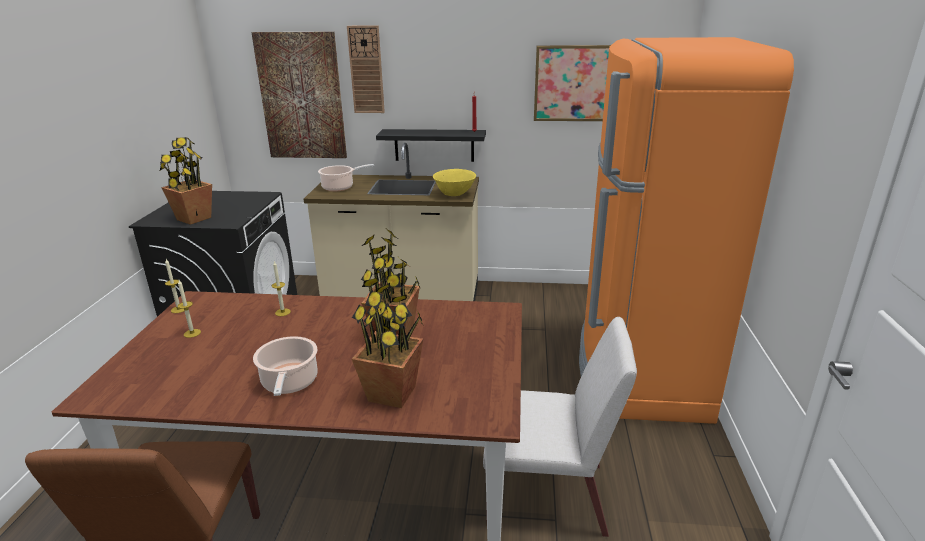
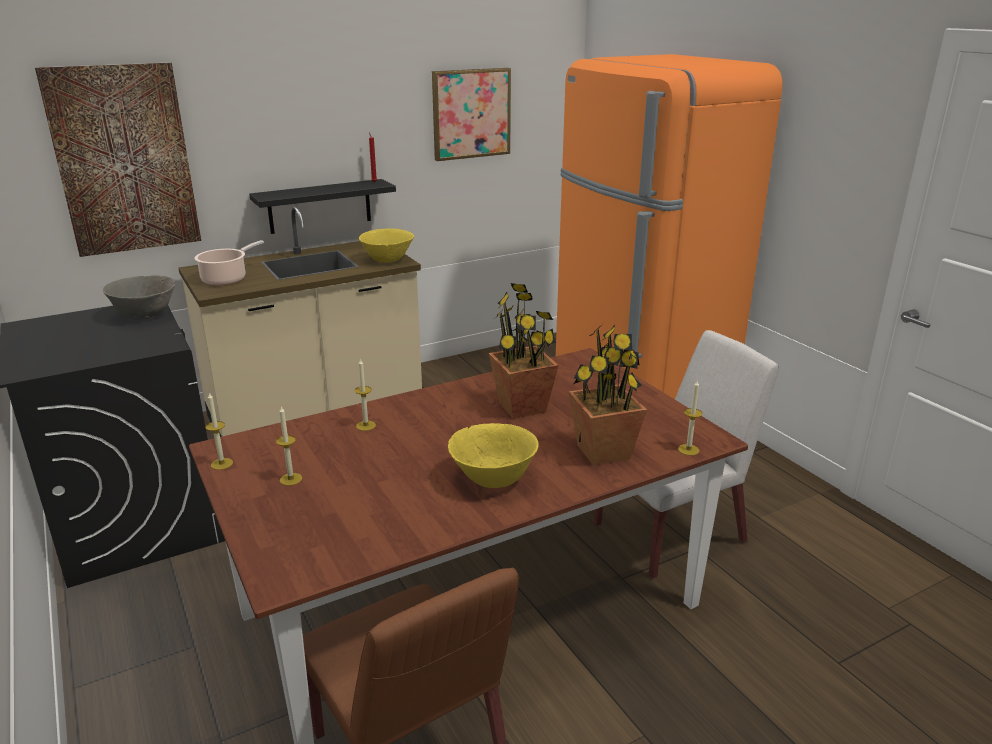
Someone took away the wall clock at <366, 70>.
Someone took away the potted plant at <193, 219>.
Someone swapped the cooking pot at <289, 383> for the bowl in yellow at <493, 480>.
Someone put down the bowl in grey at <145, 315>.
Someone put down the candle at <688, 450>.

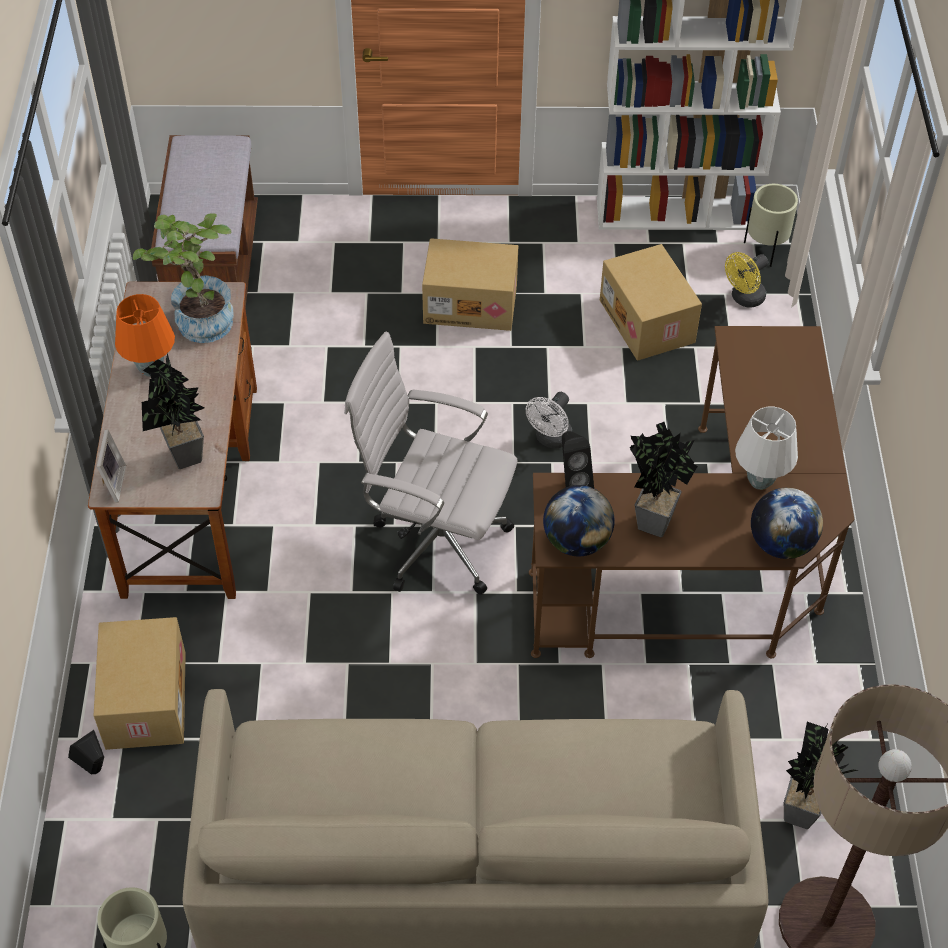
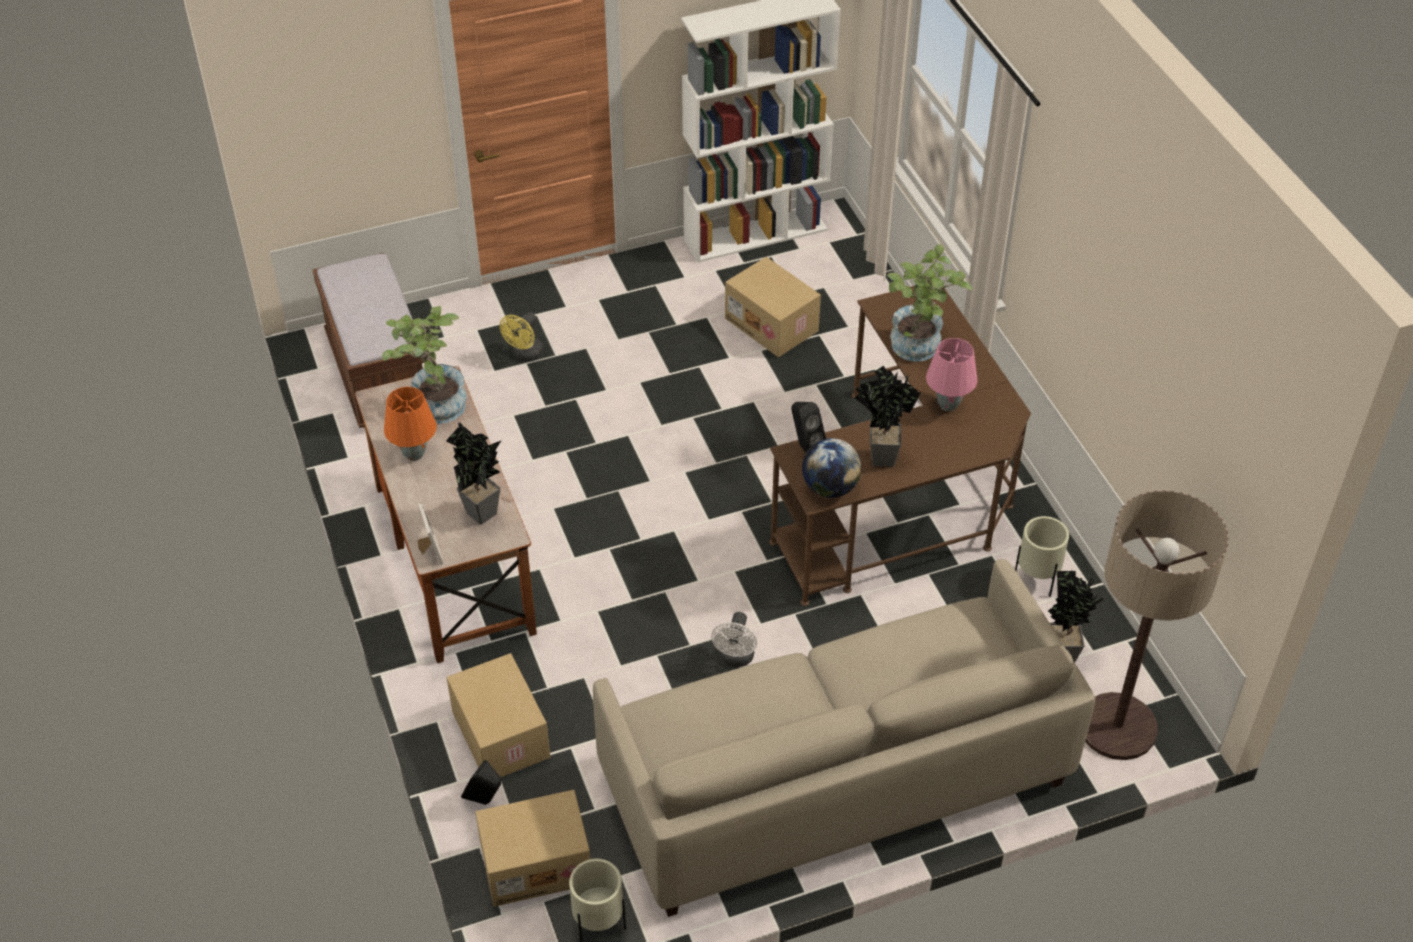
Someone carried the planter in beige from <765, 250> to <1037, 580>.
Someone carried the cardboard box from <471, 303> to <536, 863>.
Someone carried the fan in yellow from <744, 299> to <525, 355>.
Someone took away the office chair in white at <434, 541>.
Someone carried the fan in white from <550, 439> to <736, 659>.
Someone repainted the table lamp in white at <760, 481>, which became the table lamp in pink at <948, 405>.
Someone took away the globe at <781, 544>.
Someone put down the potted plant at <919, 350>.

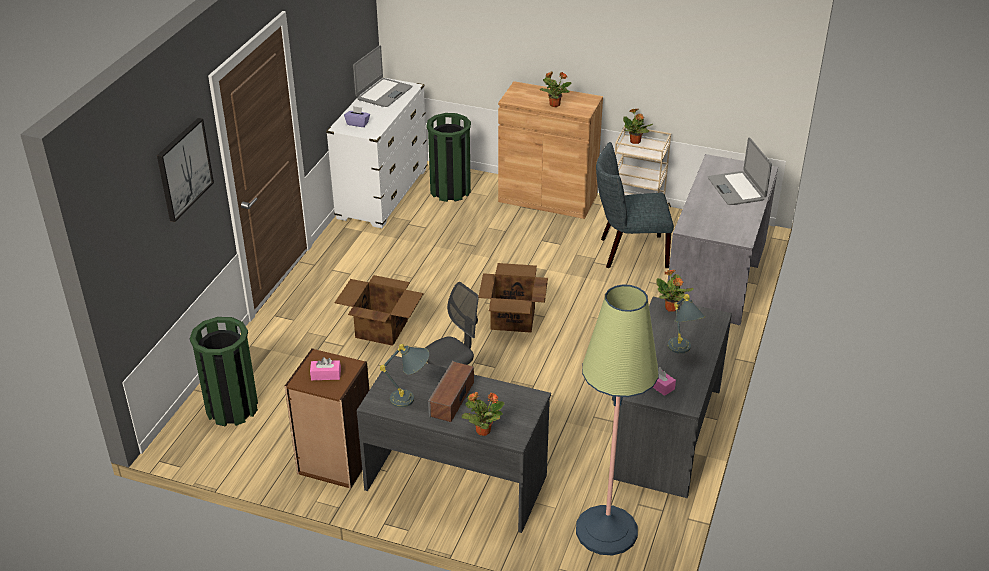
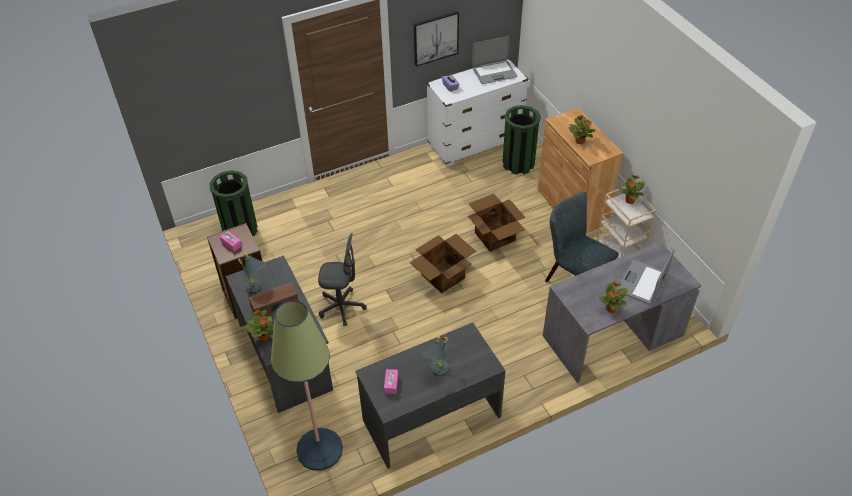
Someone carried the picture from <184, 169> to <435, 38>.
Someone carried the potted plant from <671, 308> to <610, 309>.
Someone carried the cardboard box from <381, 328> to <495, 236>.

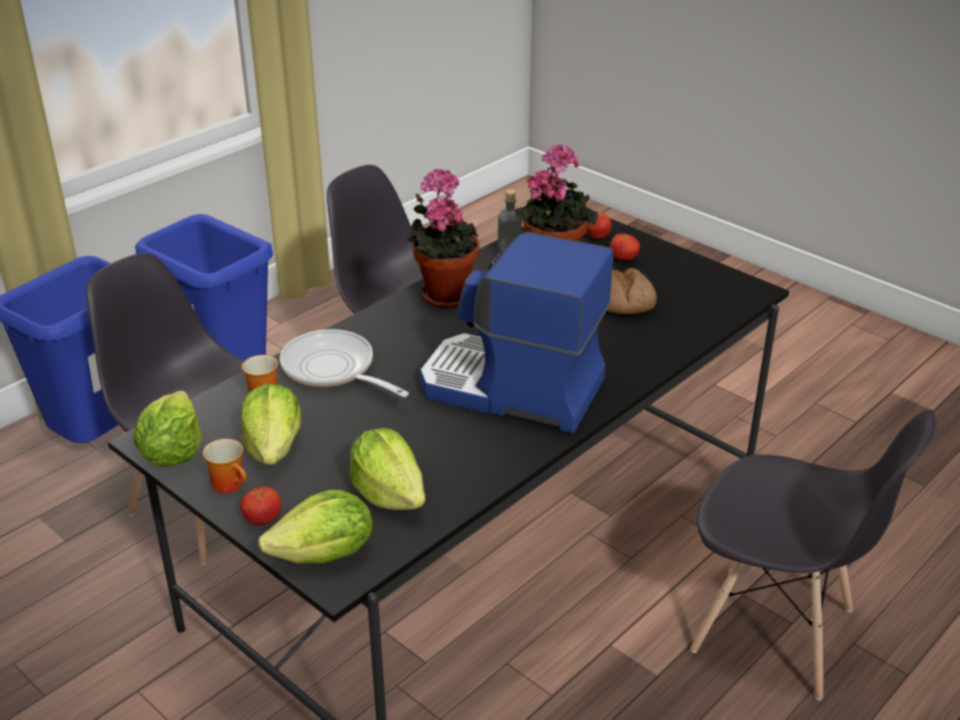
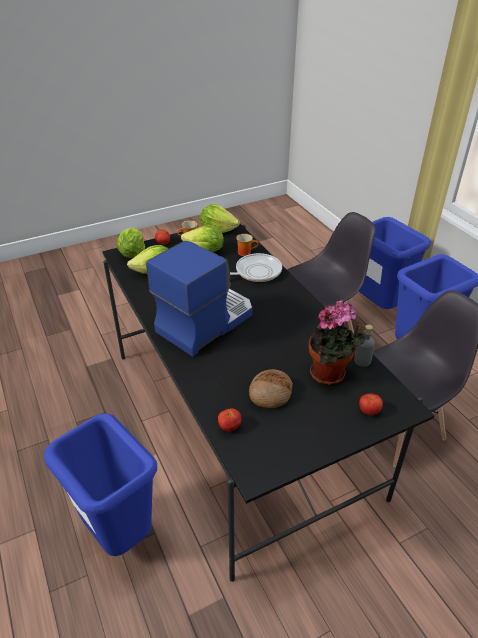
Someone took away the potted plant at <444, 294>.
Someone carried the tomato from <623, 259> to <229, 427>.
Someone swapped the chair in grey at <775, 632> for the trash can in blue at <119, 535>.

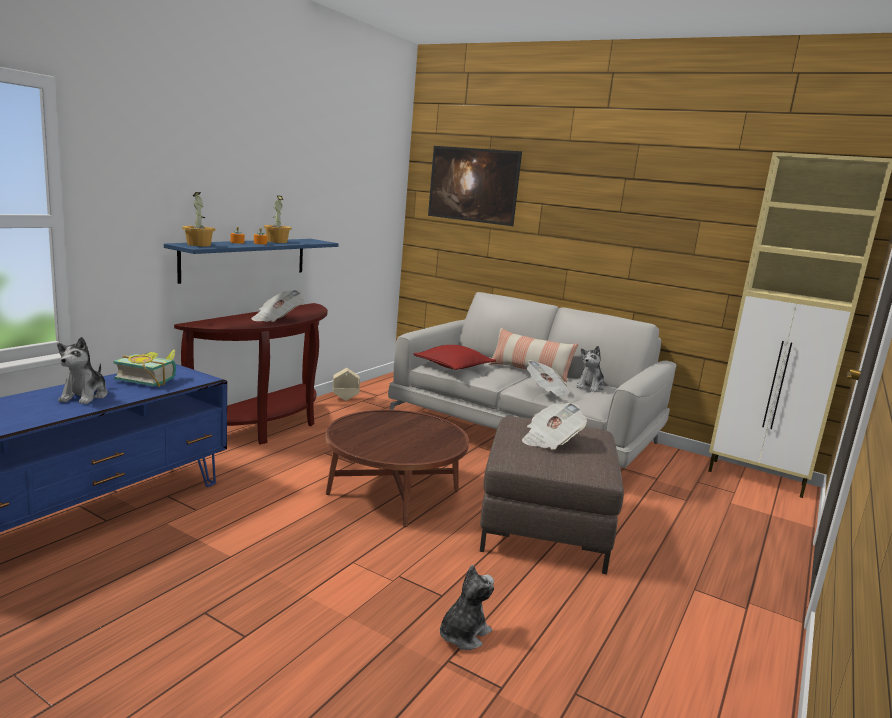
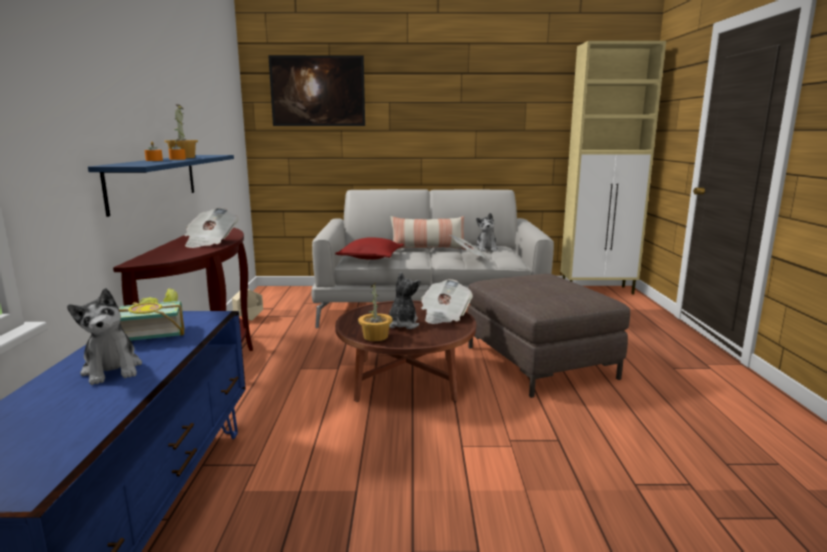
Someone carried the potted plant from <199, 245> to <376, 336>.
Someone carried the newspaper from <550, 441> to <444, 316>.
Someone carried the plush toy from <463, 634> to <402, 324>.

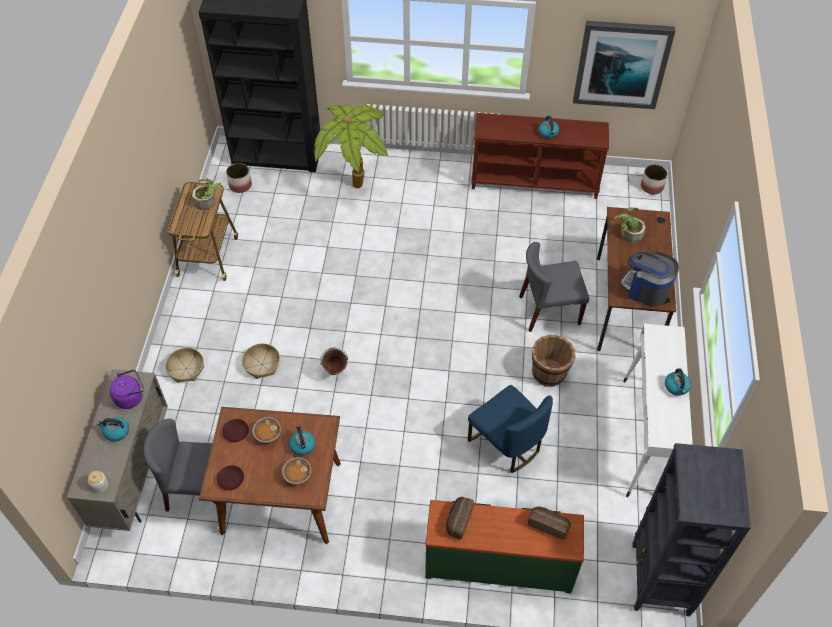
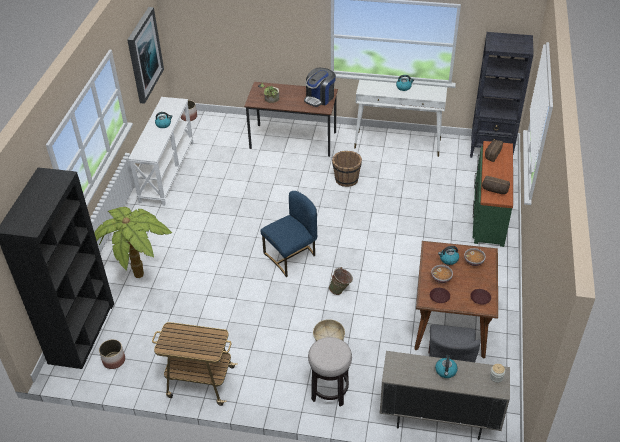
Someone repainted the console table in brown at <535, 181>, which became the console table in white at <166, 171>.
Someone took away the potted plant at <208, 201>.
Someone took away the chair in grey at <549, 310>.
Someone swapped the basket at <186, 369> for the stool at <330, 391>.
Someone took away the kettle in purple at <131, 397>.
Someone carried the chair in blue from <506, 444> to <291, 256>.

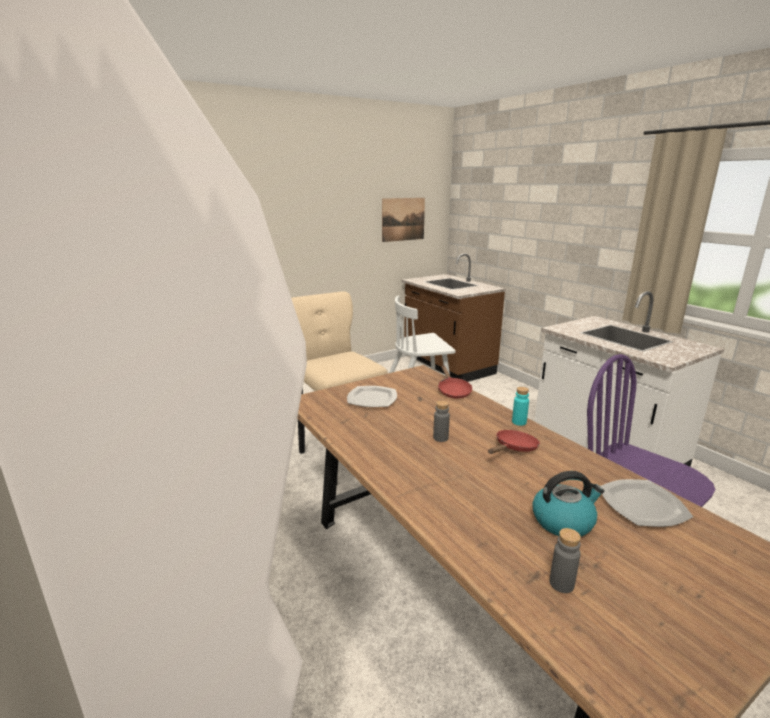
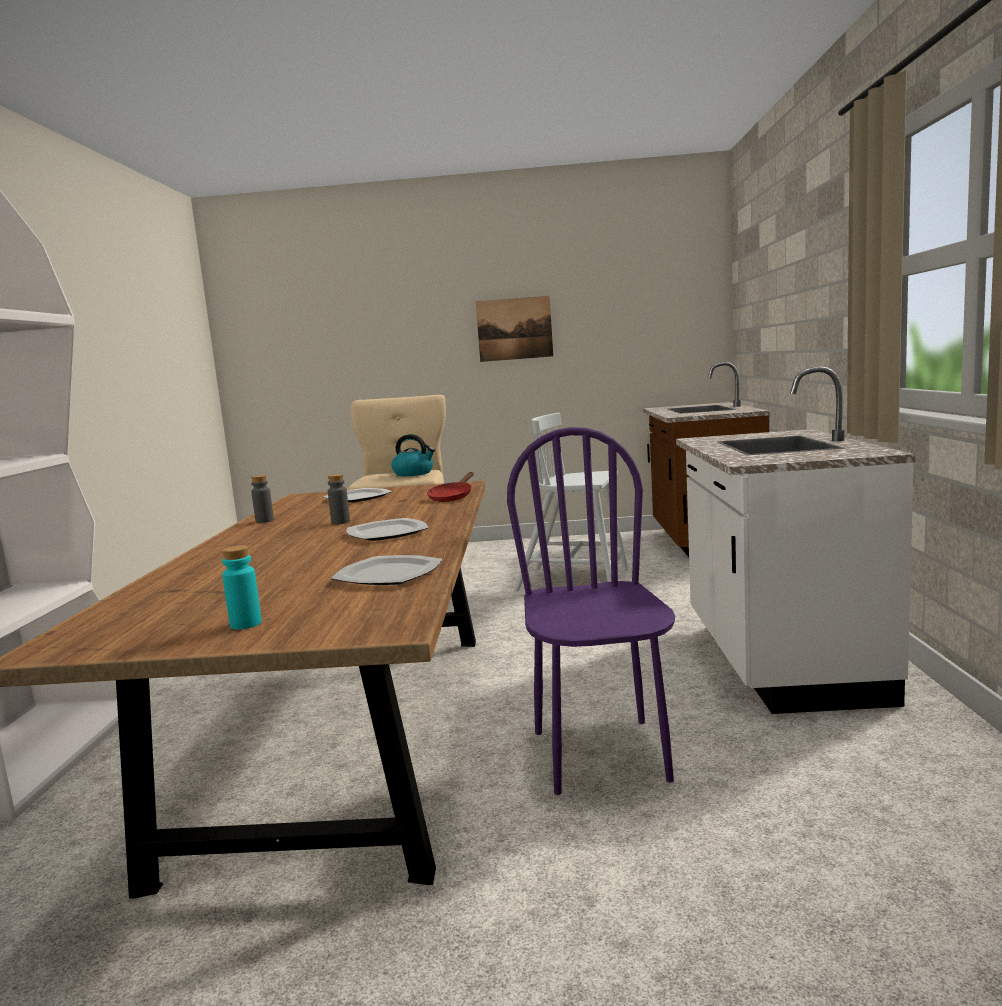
Someone carried the picture from <403, 219> to <514, 329>.
Someone carried the bottle in turquoise from <519, 422> to <246, 624>.
Someone swapped the frying pan in red at <514, 448> for the plate at <386, 533>.
Someone carried the kettle from <563, 521> to <414, 473>.
Someone carried the bottle in grey from <561, 583> to <264, 521>.

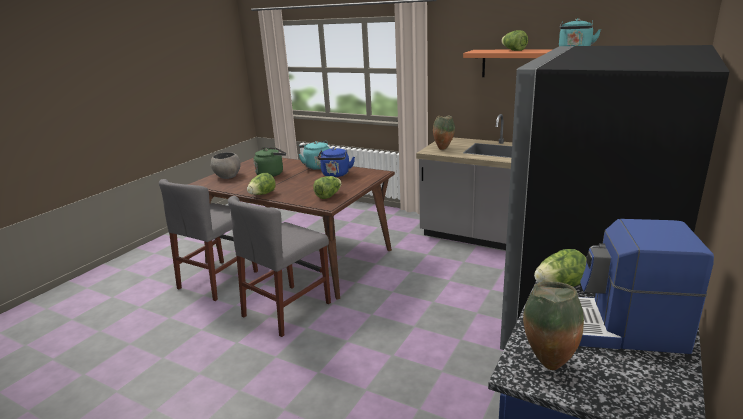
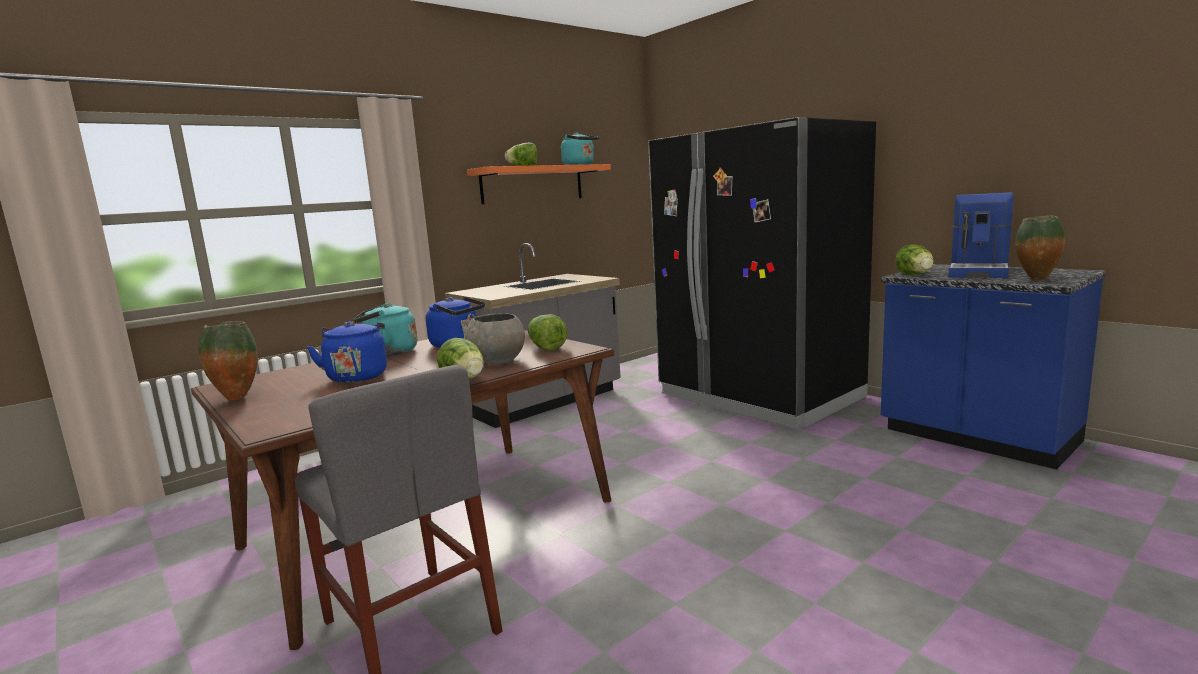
Someone carried the vase from <443, 149> to <236, 398>.
Someone repainted the kettle in green at <271, 174>, which became the kettle in blue at <357, 376>.
Someone carried the bowl in grey from <227, 176> to <498, 361>.
Someone took away the chair in grey at <287, 309>.

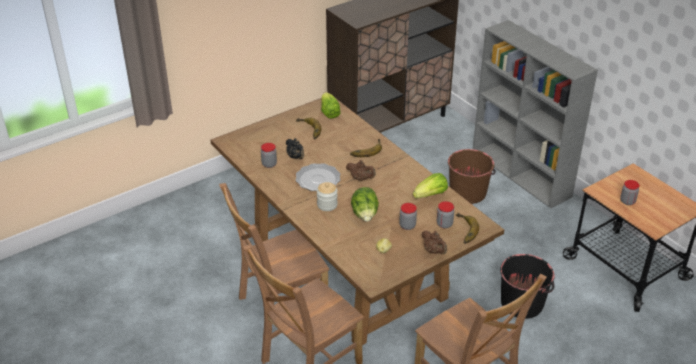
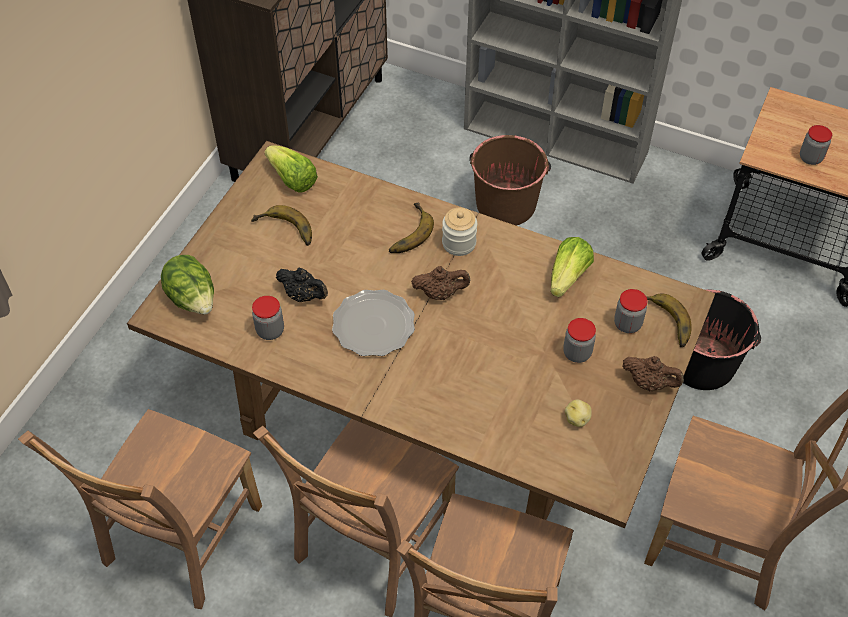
Someone carried the jar from <327, 205> to <459, 243>.
Someone carried the lettuce from <365, 215> to <193, 300>.
Someone put down the chair in brown at <179, 540>.

